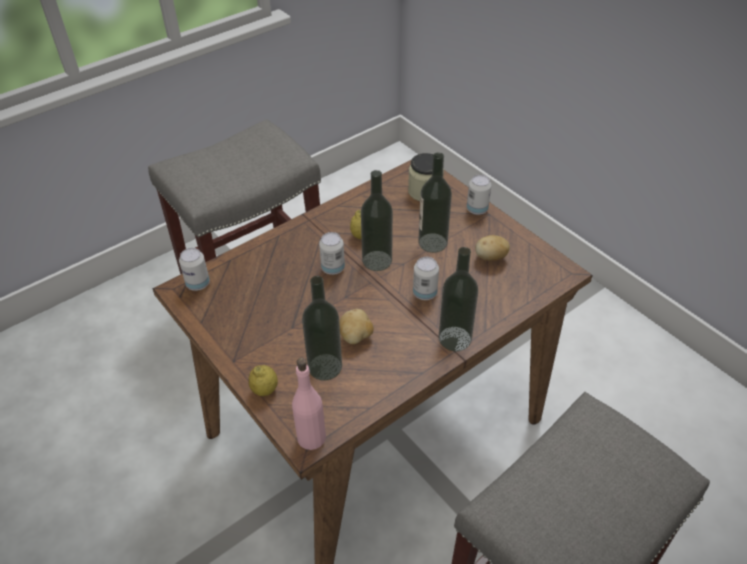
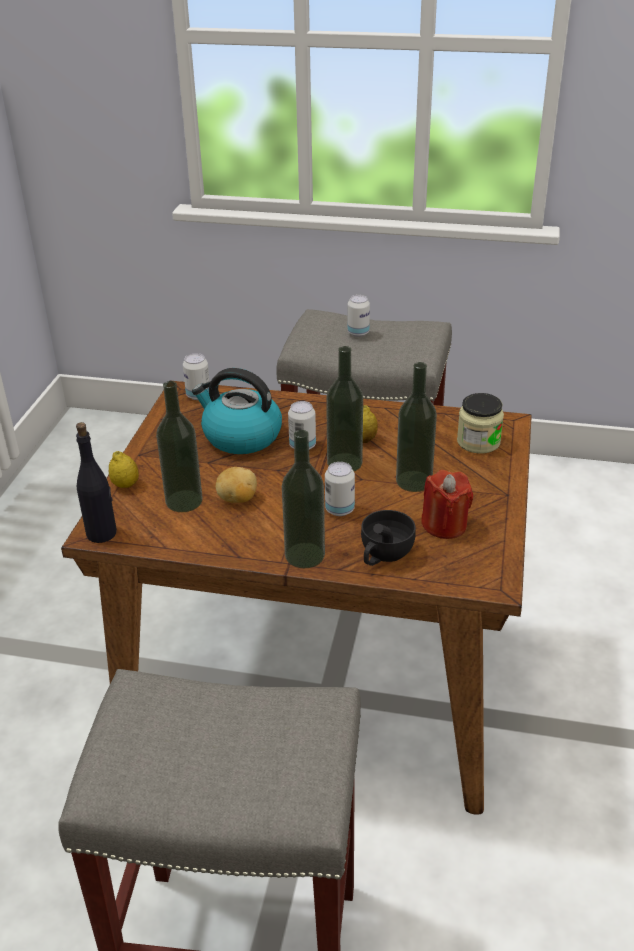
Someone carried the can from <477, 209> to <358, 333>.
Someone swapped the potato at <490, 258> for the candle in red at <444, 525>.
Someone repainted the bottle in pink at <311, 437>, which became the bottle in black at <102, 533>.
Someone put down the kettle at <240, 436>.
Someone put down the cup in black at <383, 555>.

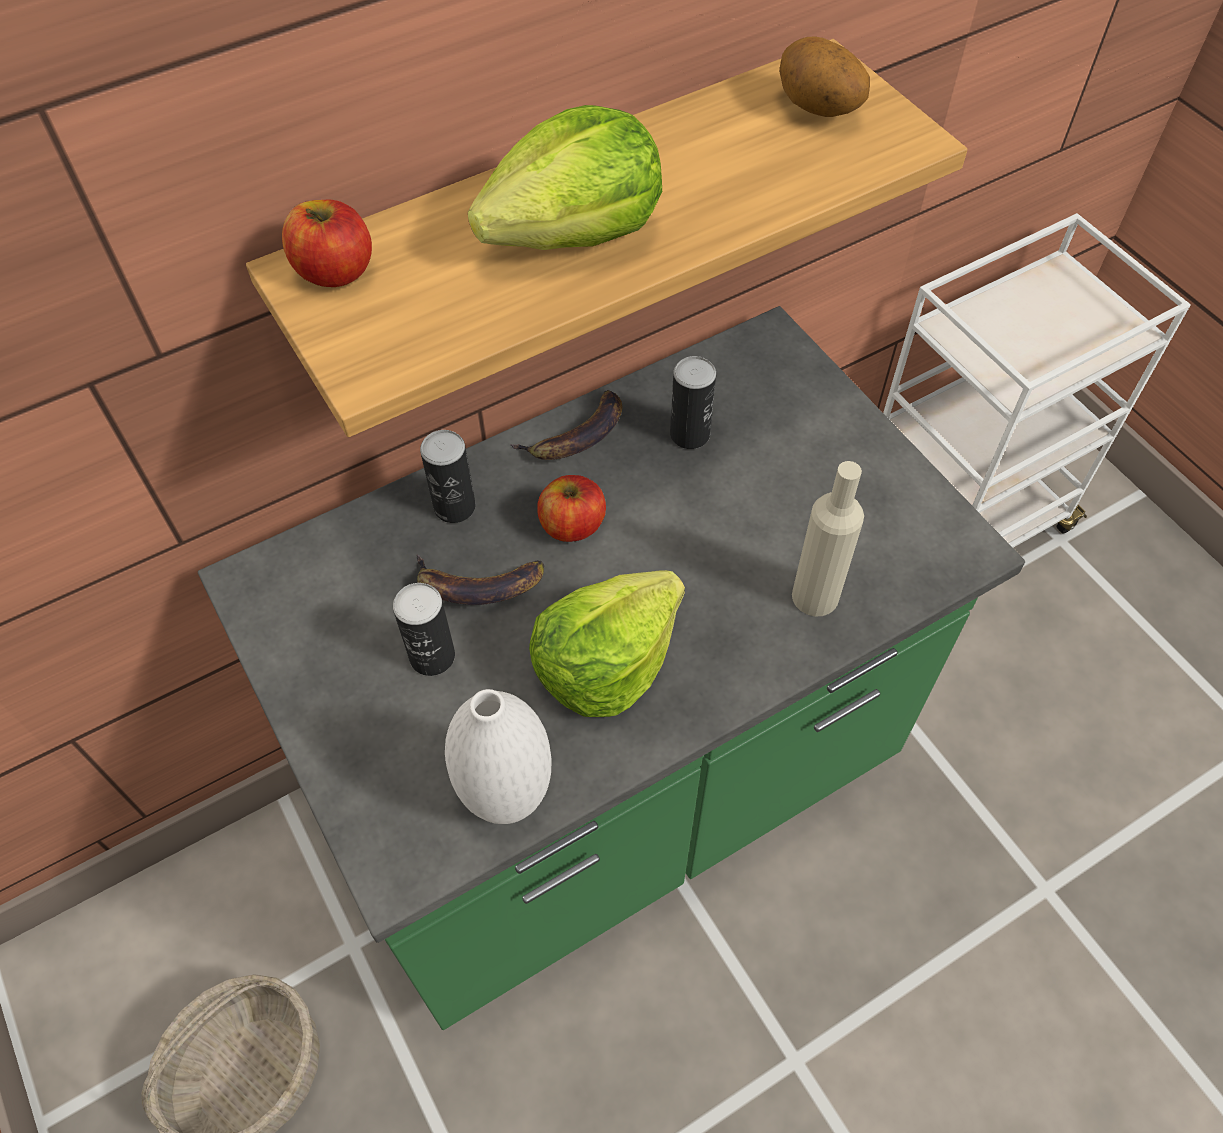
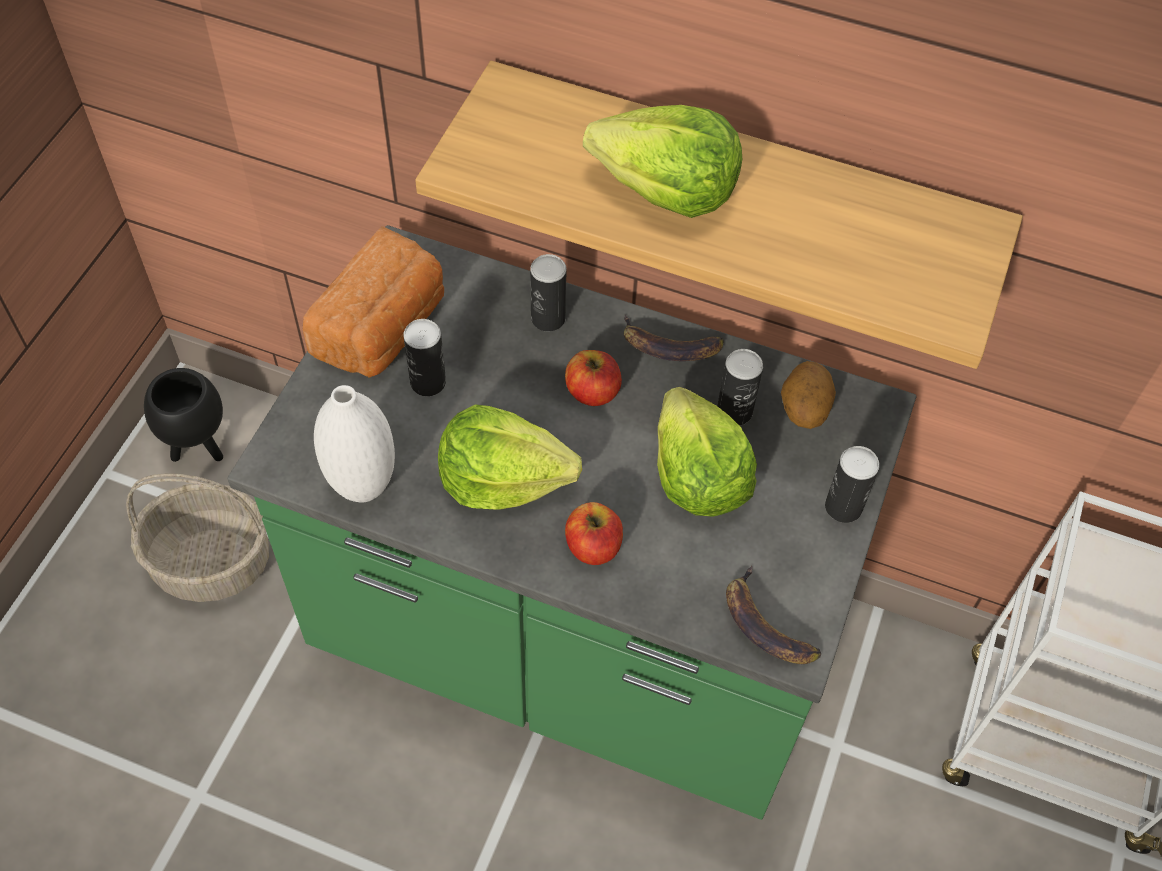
Someone carried the potato from <817, 110> to <803, 410>.
Someone carried the apple from <335, 271> to <593, 546>.
Someone took away the bottle in beige at <815, 596>.
Someone carried the banana from <477, 585> to <765, 625>.
Someone put down the bread at <384, 329>.
Someone put down the planter in black at <199, 449>.
Someone put down the lettuce at <697, 476>.
Someone put down the can at <843, 507>.

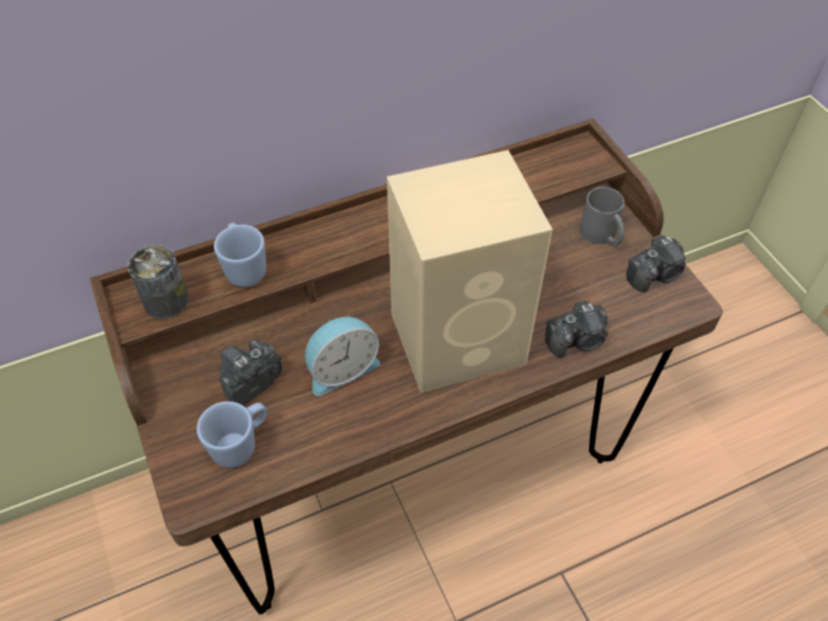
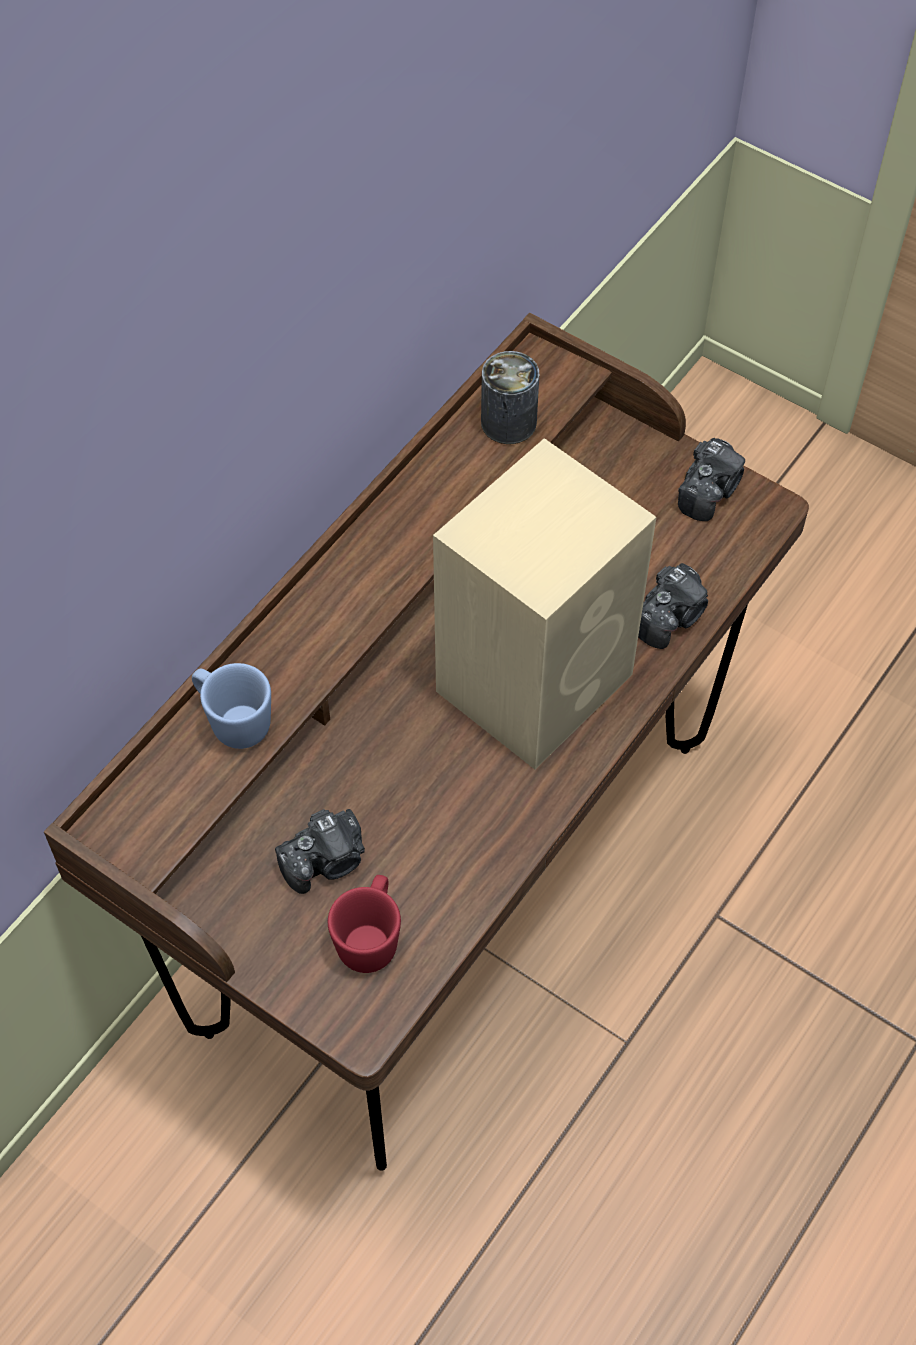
Someone took away the mug in grey at <602, 236>.
Someone carried the can from <166, 301> to <508, 422>.
Someone took away the alarm clock at <341, 368>.
Someone rotated the photo camera at <250, 383> by 135 degrees counterclockwise.
Someone repainted the mug in blue at <241, 444>, which became the mug in red at <370, 937>.

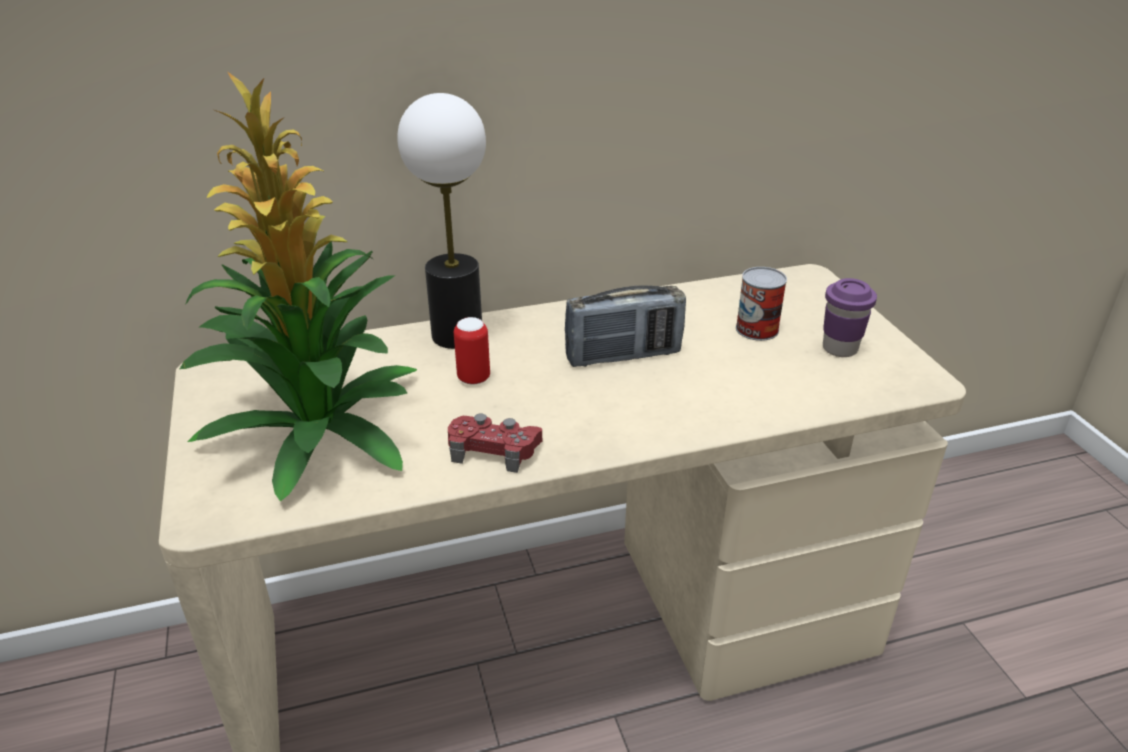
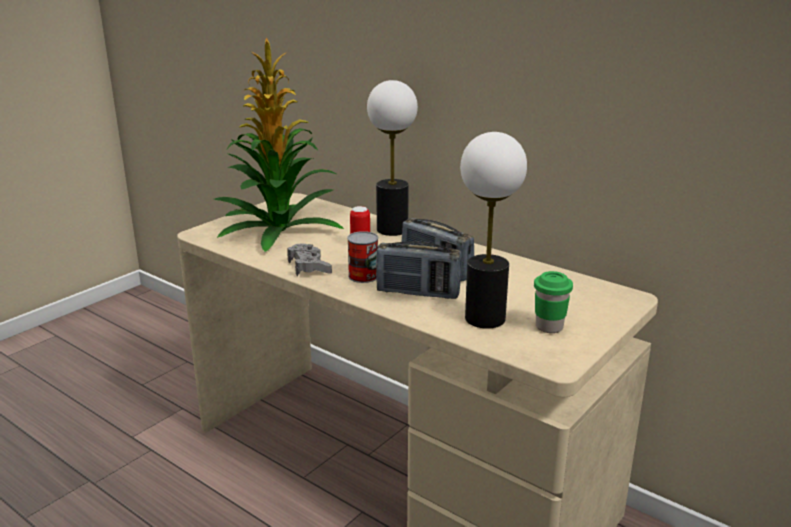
Someone carried the can from <757, 329> to <363, 276>.
Someone repainted the cup in purple at <840, 348>, which became the cup in green at <549, 327>.
Someone repainted the game controller in red at <494, 449>, which became the game controller in grey at <309, 266>.
Someone put down the table lamp at <485, 318>.
Someone put down the radio at <418, 293>.

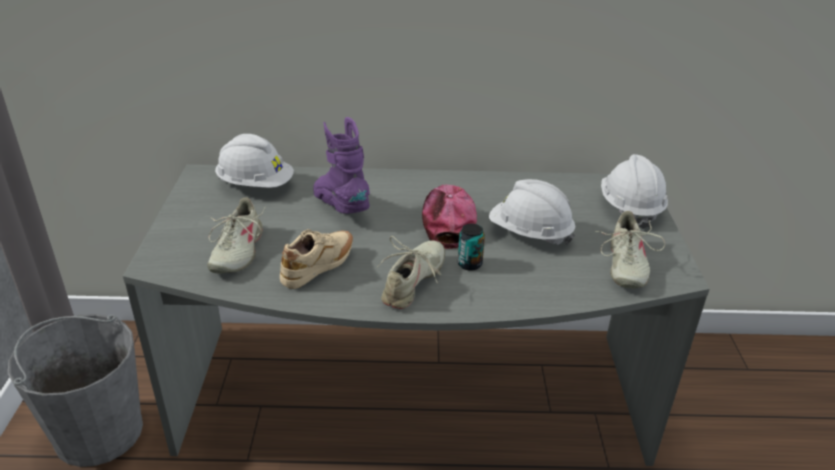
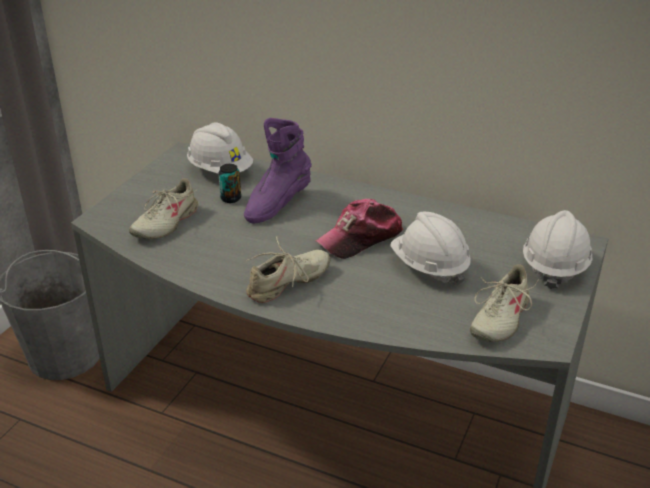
Someone rotated the boot in purple at <341, 207> by 135 degrees counterclockwise.
Someone rotated the cap at <447, 221> by 150 degrees counterclockwise.
Someone carried the can from <469, 264> to <231, 198>.
Someone took away the shoe in beige at <319, 268>.

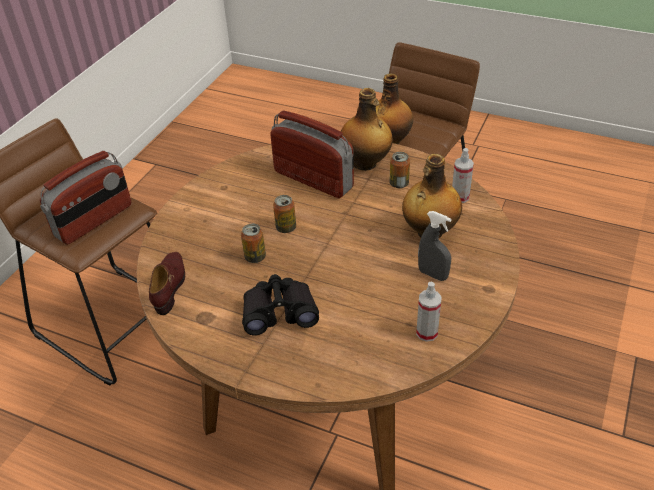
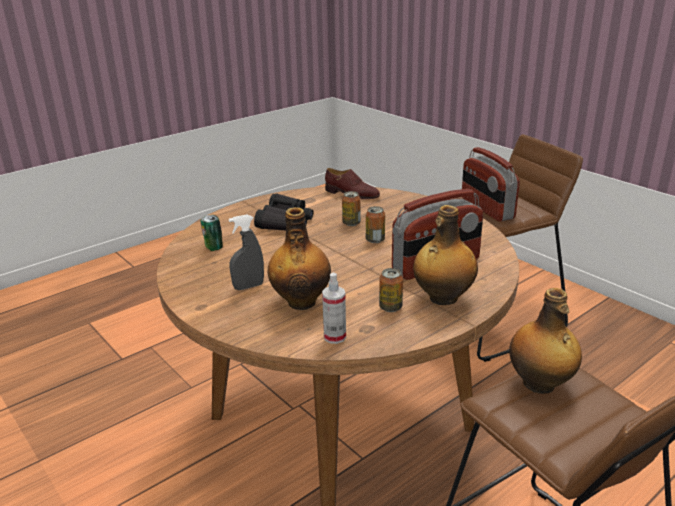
Someone took away the spray bottle at <427, 333>.
Someone put down the can at <213, 247>.

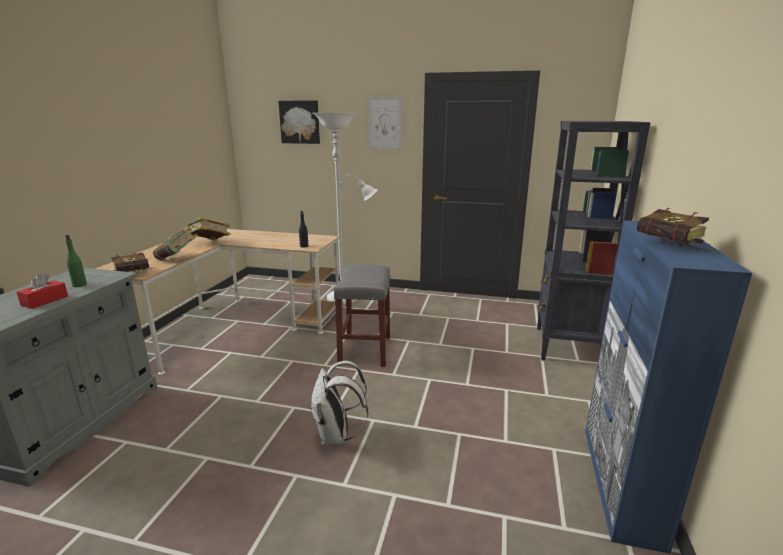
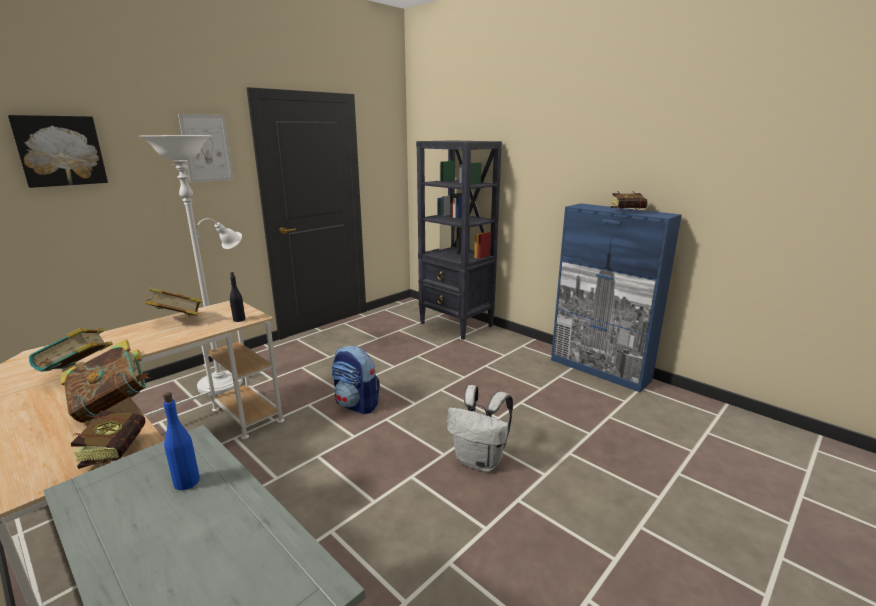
Someone repainted the bottle in green at <79, 285>, which became the bottle in blue at <186, 482>.
Someone swapped the stool in grey at <365, 351> for the backpack at <357, 405>.
Someone took away the tissue box in red at <45, 301>.
Someone put down the book at <177, 322>.

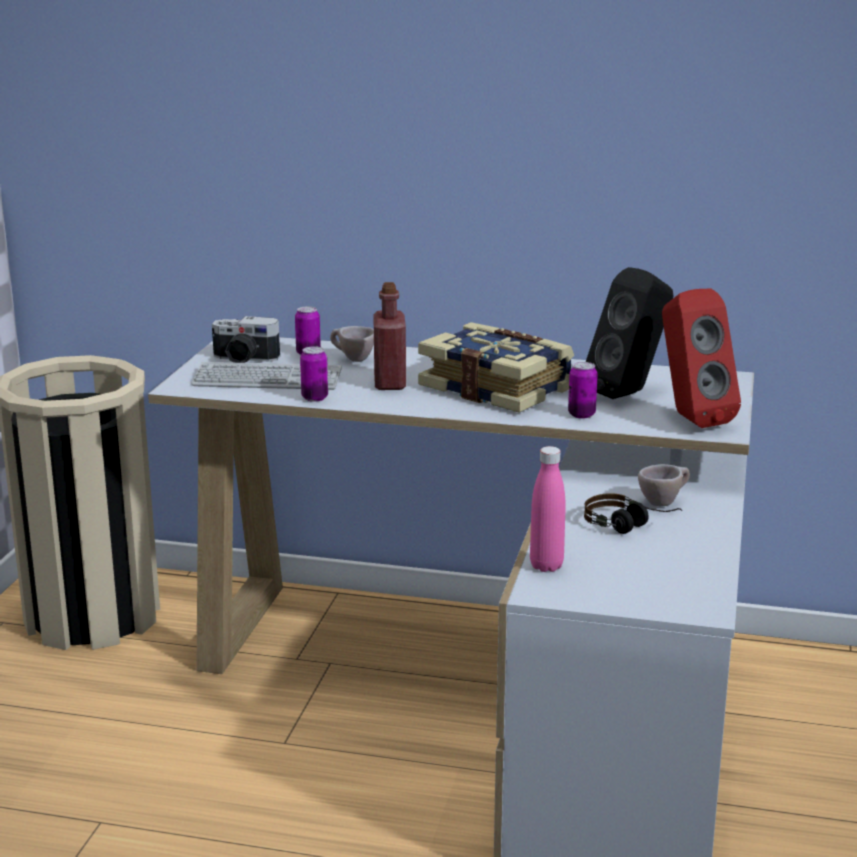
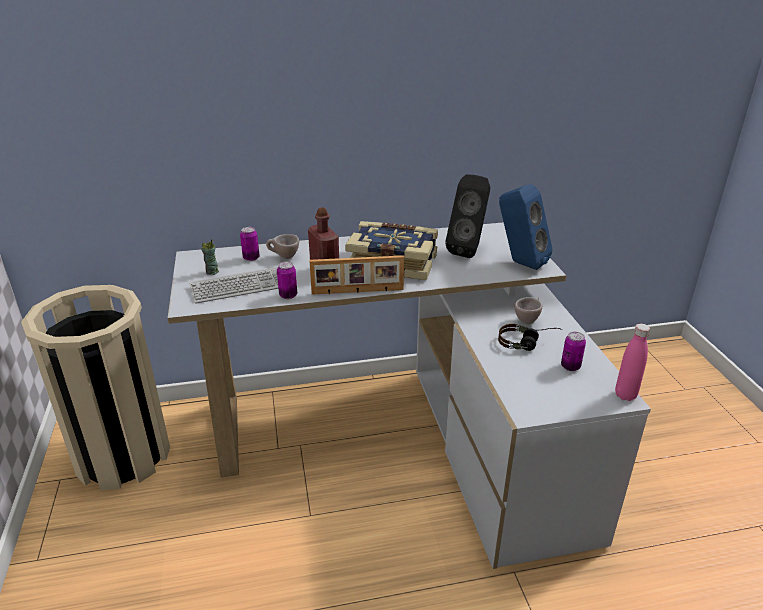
Someone repainted the speaker in red at <690, 419>, which became the speaker in blue at <519, 263>.
Someone swapped the photo camera at <244, 359> for the cup at <212, 272>.
Someone carried the can from <581, 414> to <570, 366>.
Someone carried the bottle in pink from <546, 566> to <625, 395>.
Someone put down the picture frame at <357, 292>.

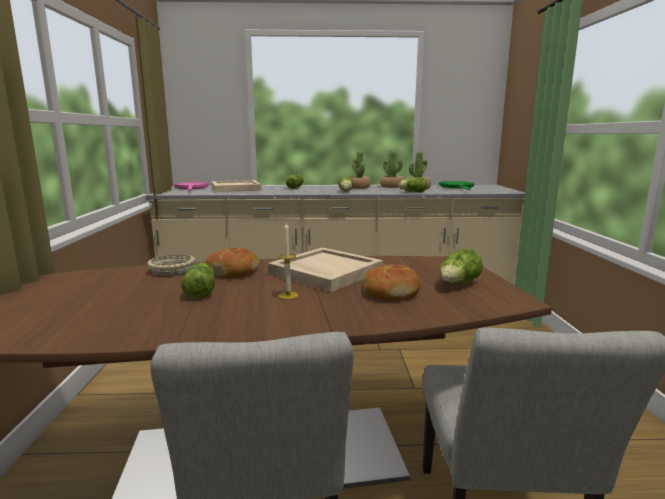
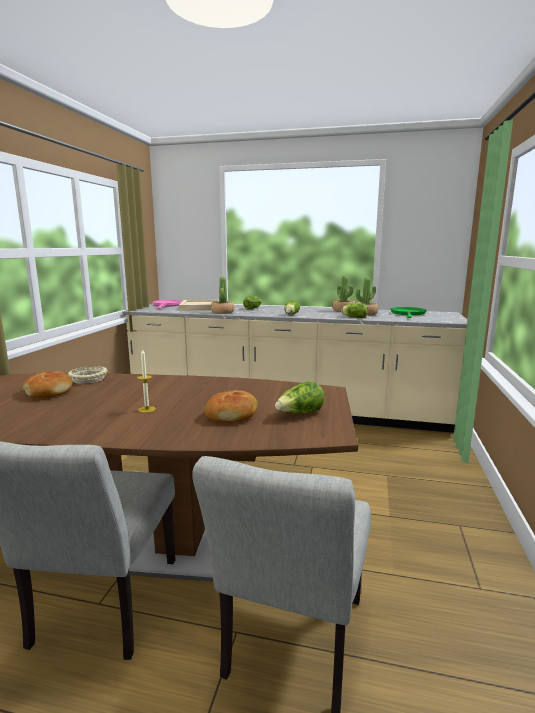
Someone carried the potted plant from <358, 187> to <222, 312>.
Someone took away the tray in beige at <324, 272>.
Someone carried the bread from <233, 271> to <49, 392>.
Someone took away the lettuce at <201, 291>.

